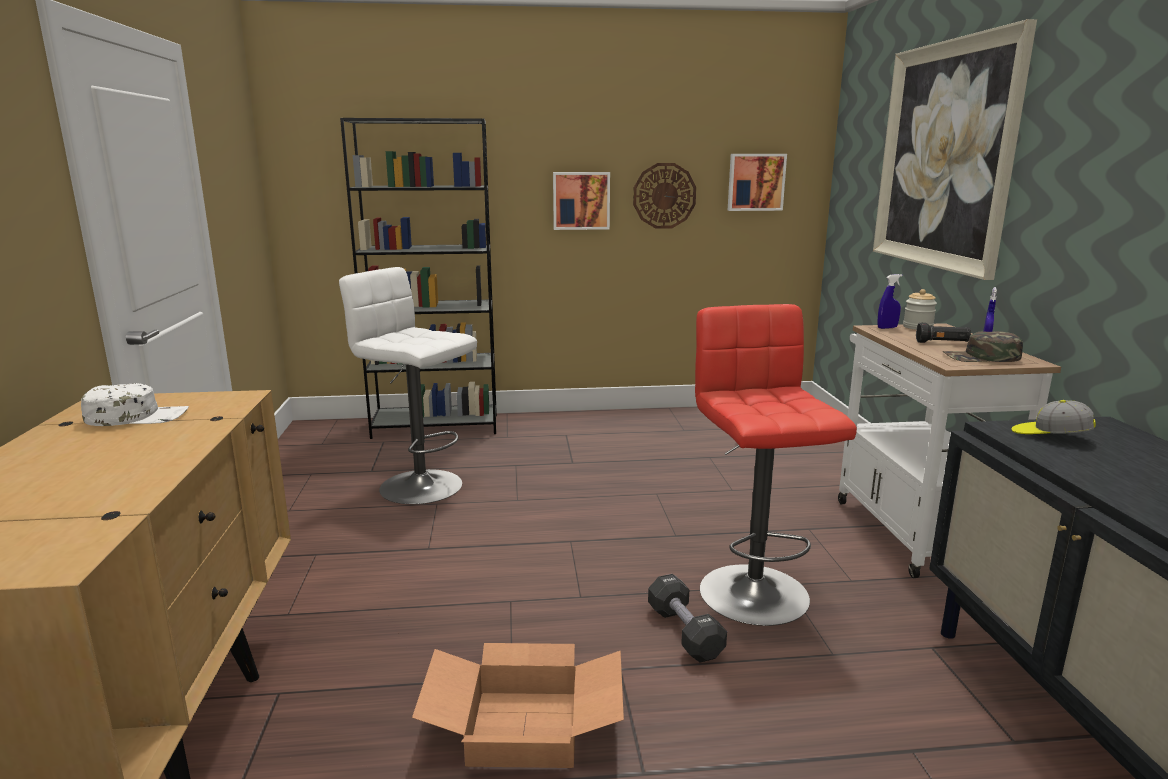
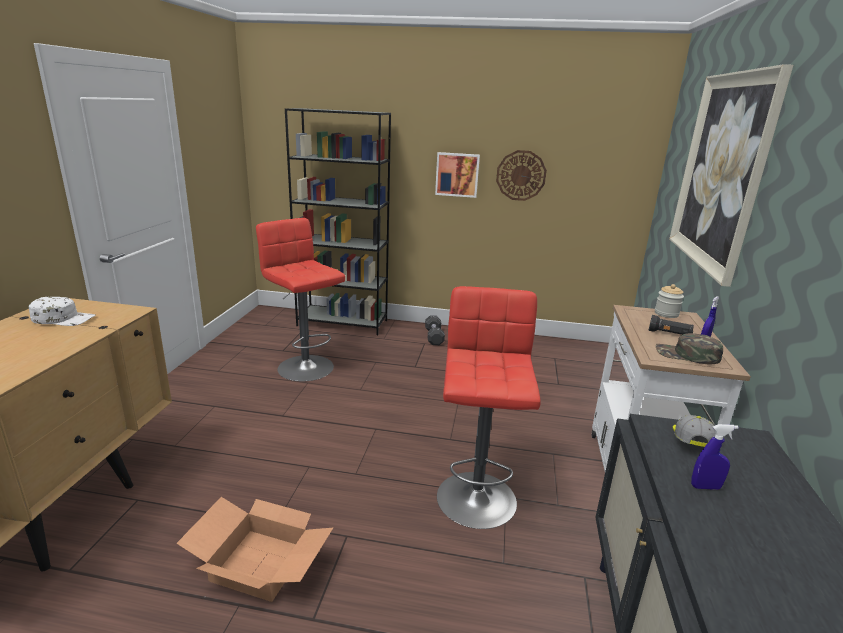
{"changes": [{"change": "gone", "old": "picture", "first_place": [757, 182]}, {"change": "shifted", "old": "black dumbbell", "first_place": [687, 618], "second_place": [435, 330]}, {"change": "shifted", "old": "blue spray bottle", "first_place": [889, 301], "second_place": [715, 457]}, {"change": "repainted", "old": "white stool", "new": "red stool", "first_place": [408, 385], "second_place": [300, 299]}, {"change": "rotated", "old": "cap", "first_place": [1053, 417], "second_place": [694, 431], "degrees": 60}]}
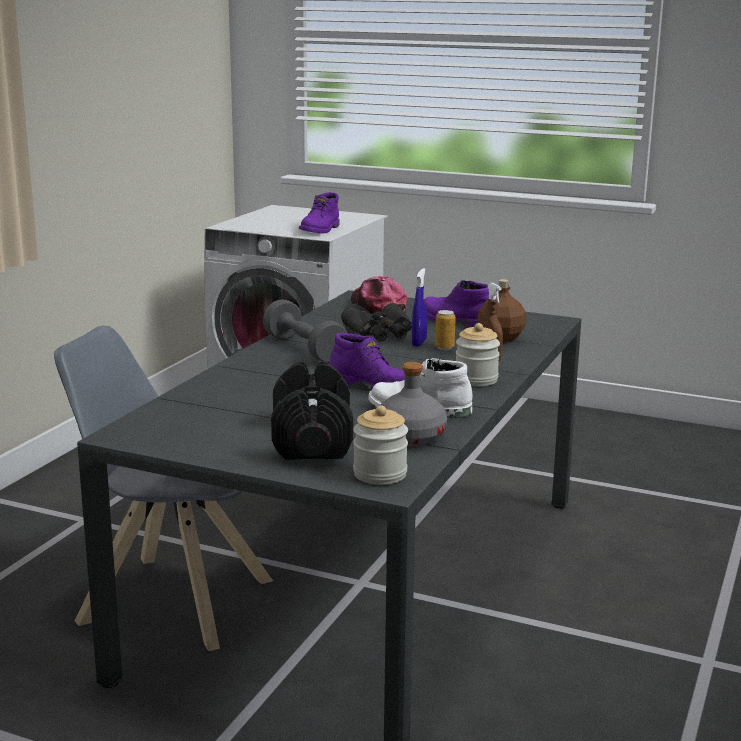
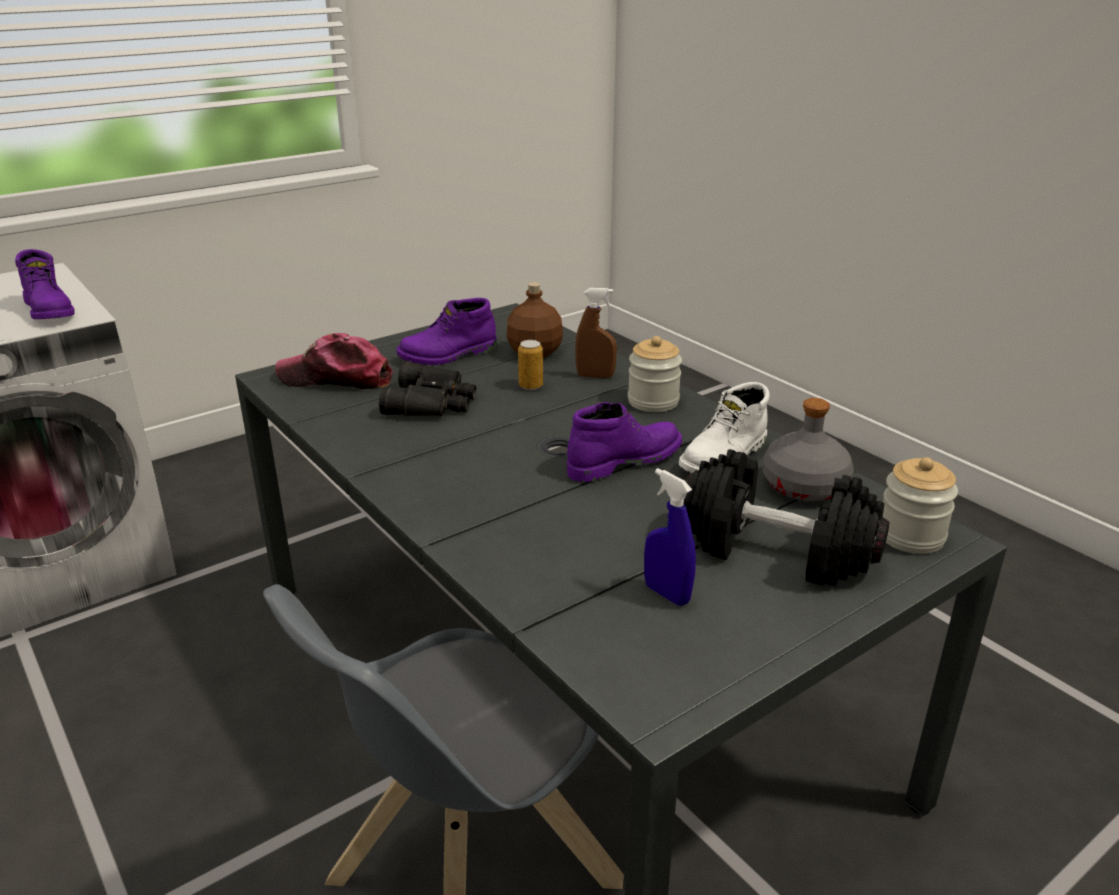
{"changes": [{"change": "gone", "old": "grey dumbbell", "first_place": [305, 331]}, {"change": "shifted", "old": "blue spray bottle", "first_place": [419, 307], "second_place": [670, 537]}]}
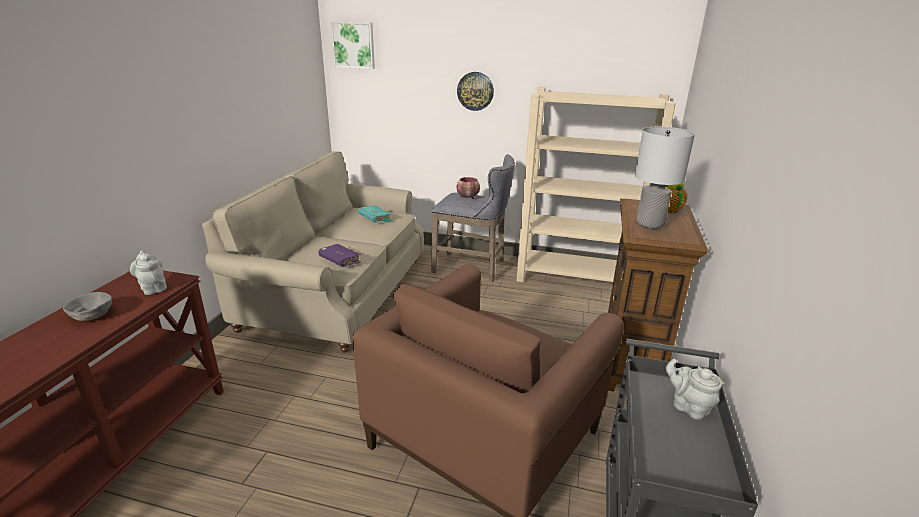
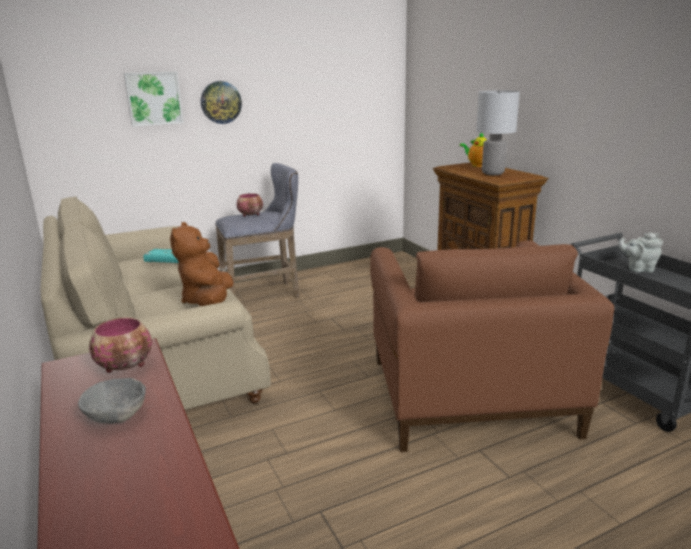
{"changes": [{"change": "gone", "old": "beige bookcase", "first_place": [596, 184]}, {"change": "shifted", "old": "picture", "first_place": [353, 45], "second_place": [154, 99]}, {"change": "swapped", "old": "grey teapot", "new": "bowl", "first_place": [148, 272], "second_place": [120, 345]}, {"change": "swapped", "old": "purple book", "new": "brown plush toy", "first_place": [339, 255], "second_place": [202, 264]}]}
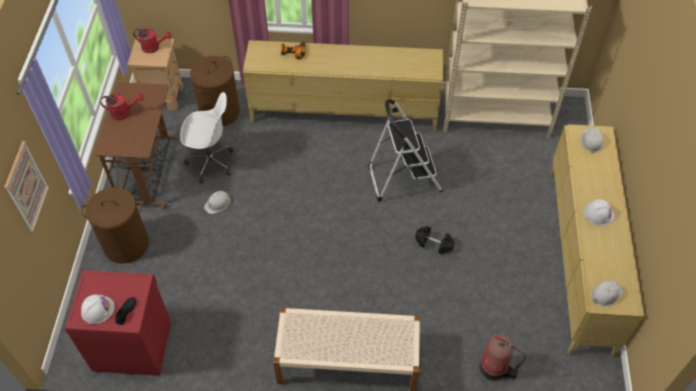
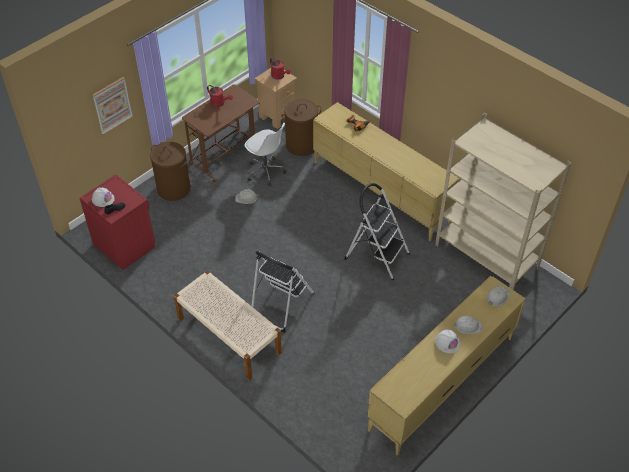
{"changes": [{"change": "gone", "old": "black dumbbell", "first_place": [435, 240]}, {"change": "gone", "old": "fire extinguisher", "first_place": [502, 357]}, {"change": "new", "new": "step ladder", "second_place": [282, 292]}, {"change": "shifted", "old": "white hard hat", "first_place": [607, 294], "second_place": [467, 325]}]}
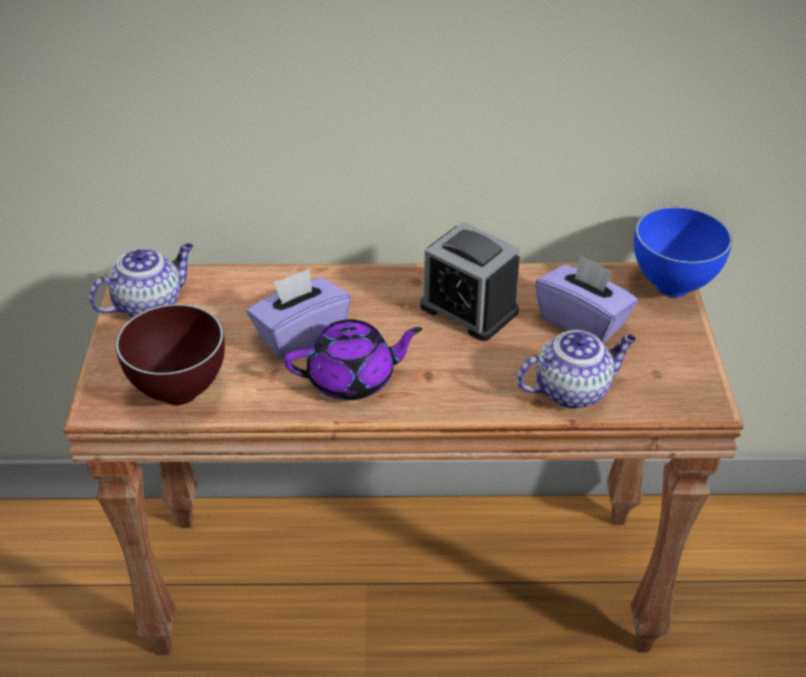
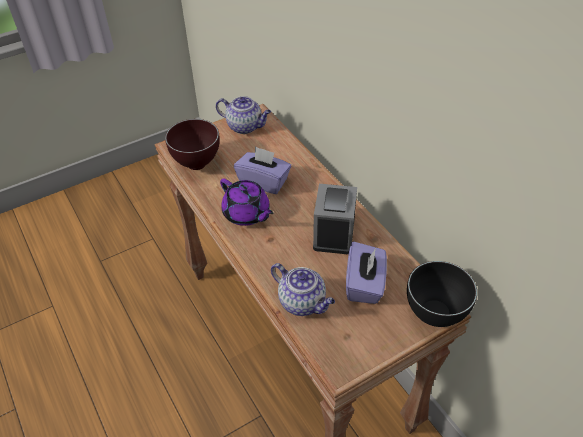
{"changes": [{"change": "repainted", "old": "blue bowl", "new": "black bowl", "first_place": [683, 252], "second_place": [442, 294]}]}
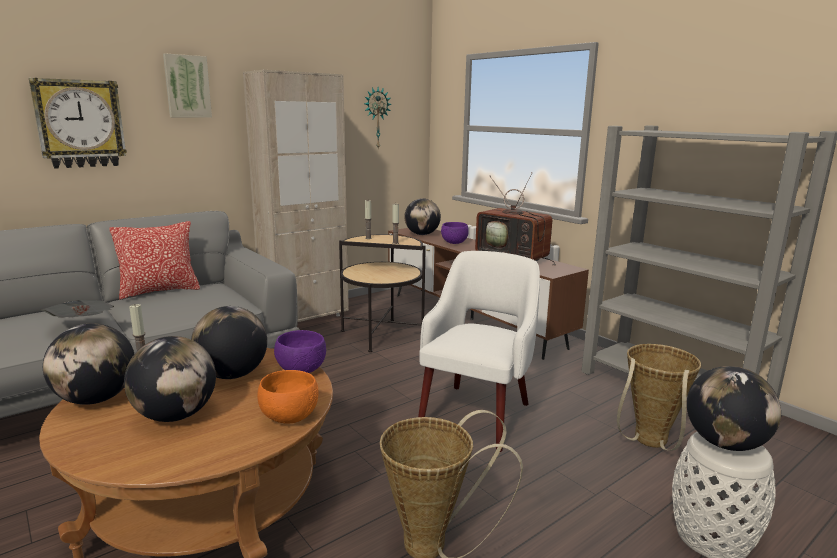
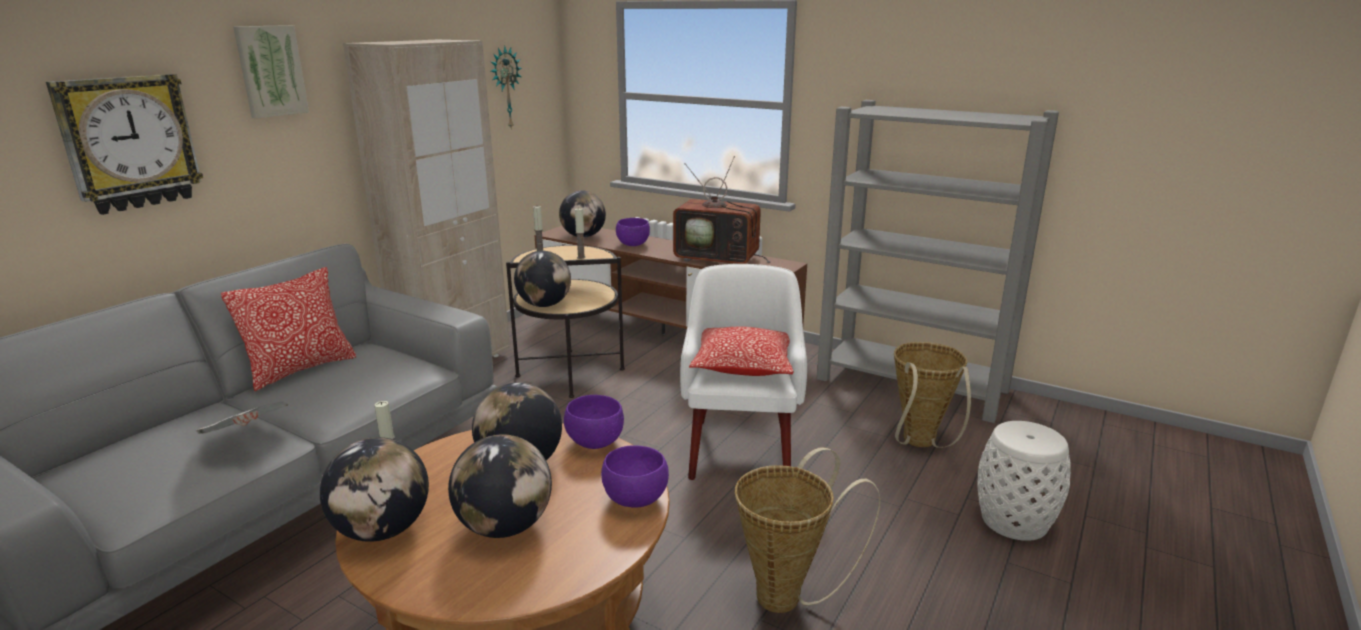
{"changes": [{"change": "new", "new": "pillow", "second_place": [741, 351]}, {"change": "shifted", "old": "globe", "first_place": [734, 408], "second_place": [542, 279]}, {"change": "repainted", "old": "orange bowl", "new": "purple bowl", "first_place": [288, 397], "second_place": [635, 476]}]}
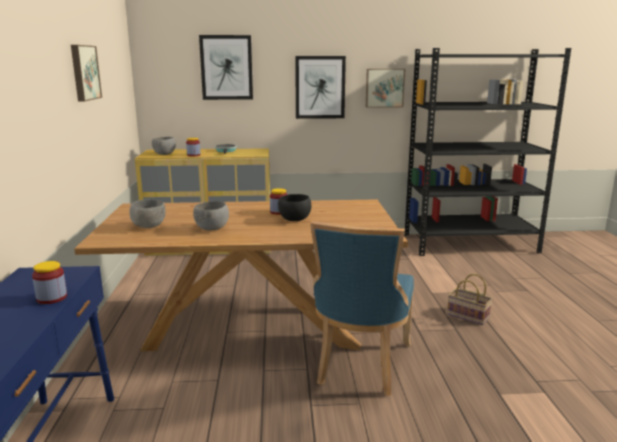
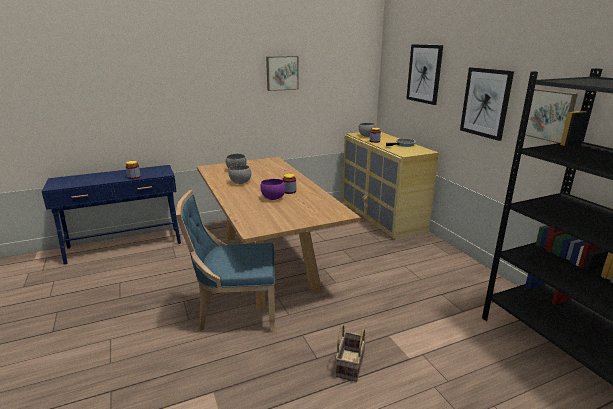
{"changes": [{"change": "repainted", "old": "black bowl", "new": "purple bowl", "first_place": [294, 207], "second_place": [273, 189]}]}
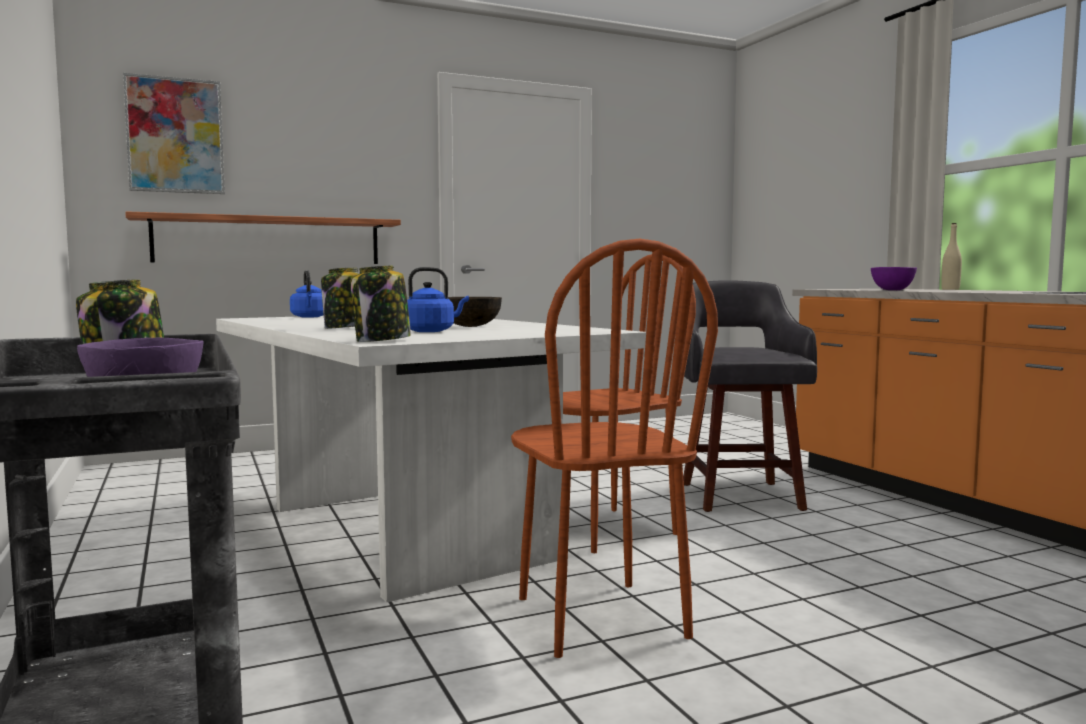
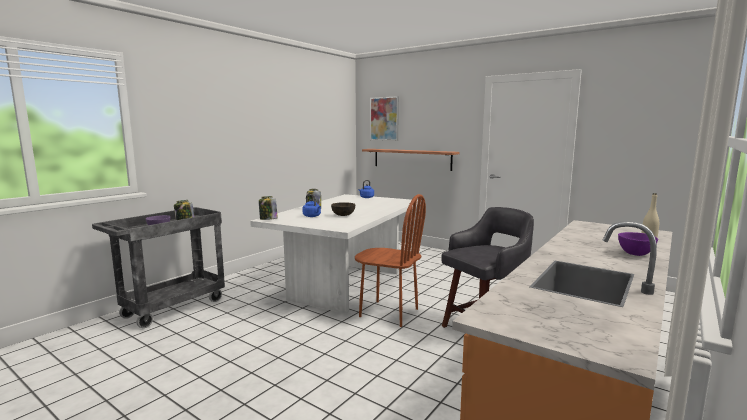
{"changes": [{"change": "gone", "old": "brown chair", "first_place": [614, 448]}, {"change": "shifted", "old": "purple bowl", "first_place": [894, 278], "second_place": [638, 244]}]}
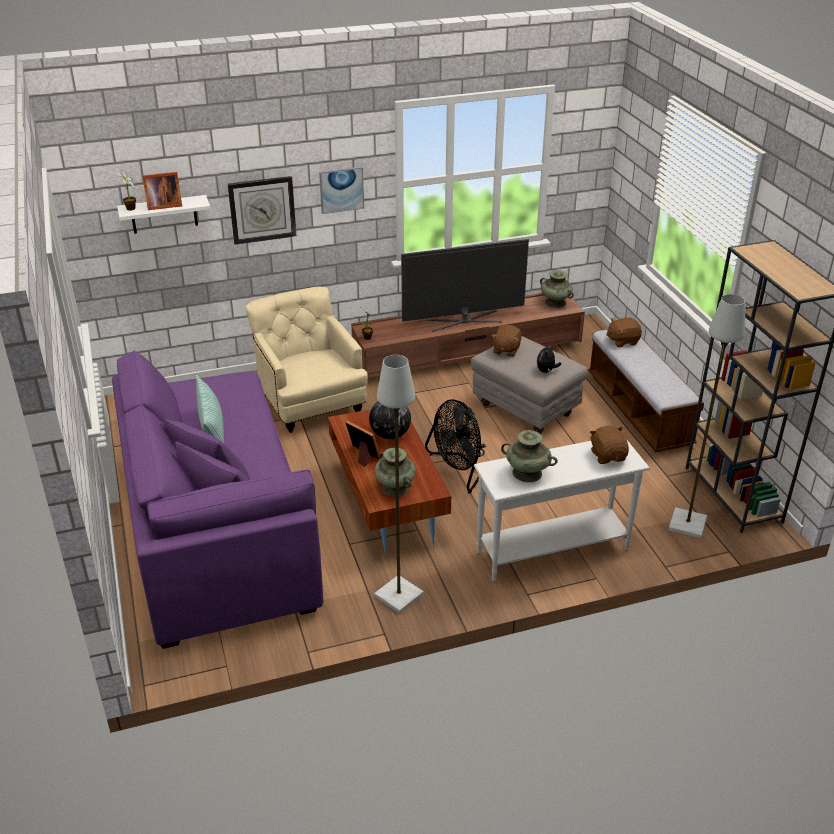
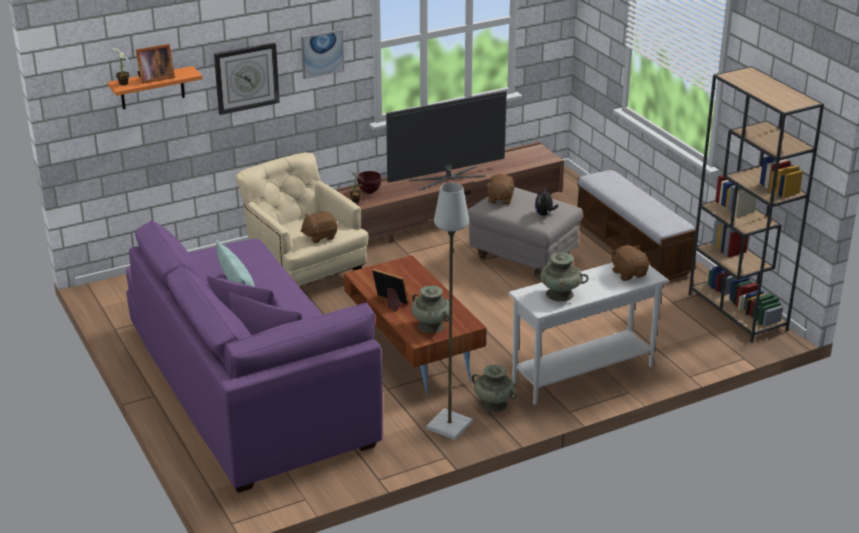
{"changes": [{"change": "gone", "old": "globe", "first_place": [390, 420]}, {"change": "gone", "old": "black fan", "first_place": [456, 446]}, {"change": "gone", "old": "grey floor lamp", "first_place": [707, 416]}, {"change": "new", "new": "brown bowl", "second_place": [369, 182]}, {"change": "shifted", "old": "turquoise vase", "first_place": [557, 289], "second_place": [494, 388]}, {"change": "shifted", "old": "brown plush toy", "first_place": [624, 332], "second_place": [319, 227]}, {"change": "repainted", "old": "white shelf", "new": "orange shelf", "first_place": [163, 214], "second_place": [155, 87]}]}
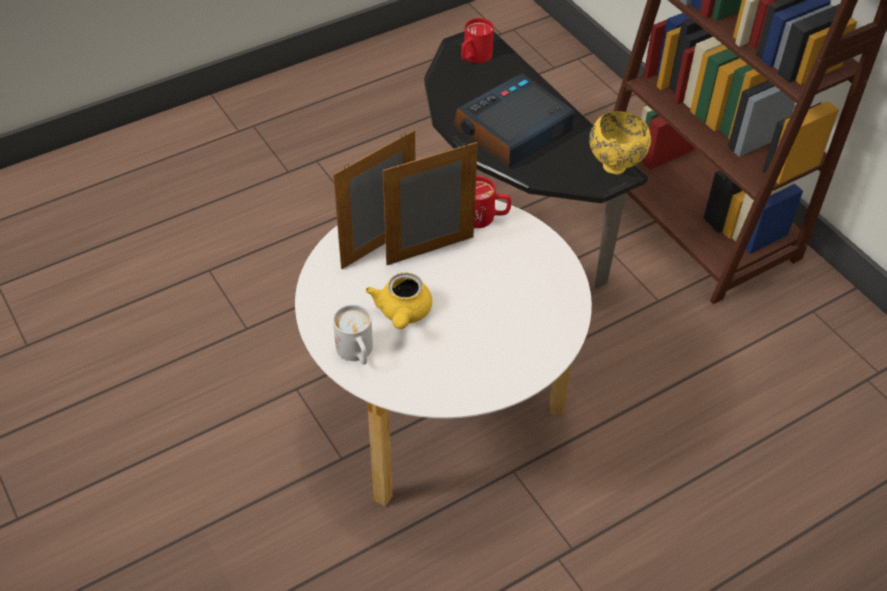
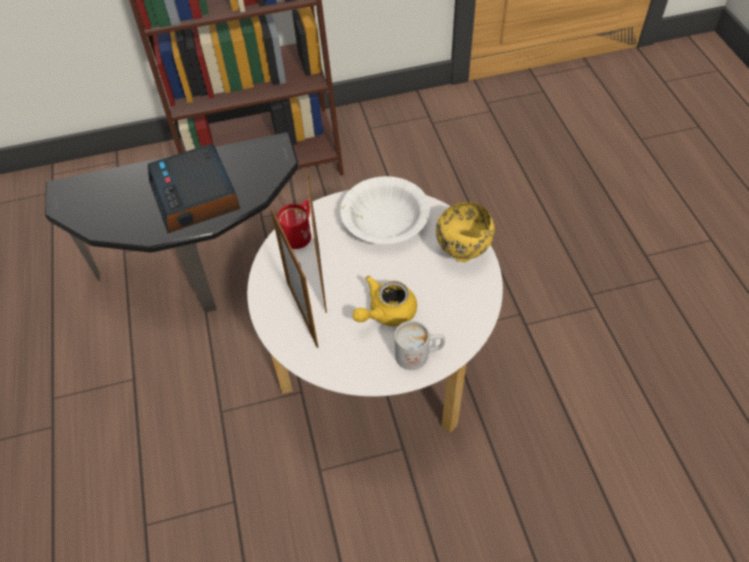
{"changes": [{"change": "gone", "old": "red mug", "first_place": [477, 40]}, {"change": "new", "new": "white bowl", "second_place": [385, 210]}, {"change": "shifted", "old": "yellow bowl", "first_place": [620, 143], "second_place": [465, 232]}, {"change": "rotated", "old": "yellow teapot", "first_place": [398, 300], "second_place": [385, 301], "degrees": 120}]}
